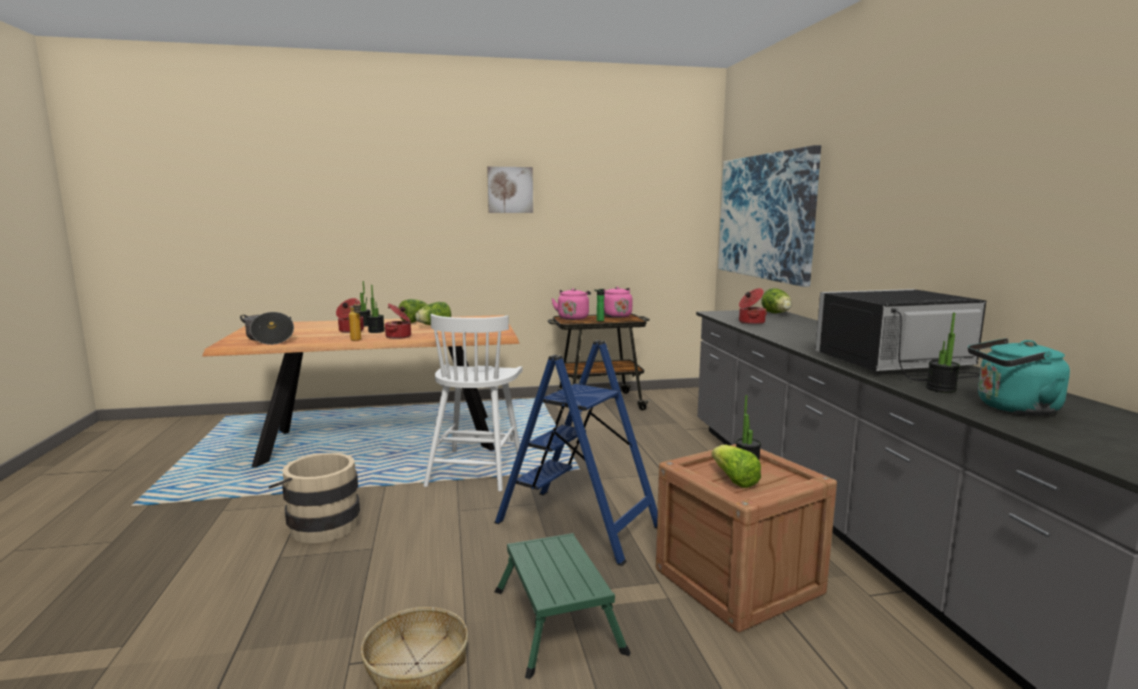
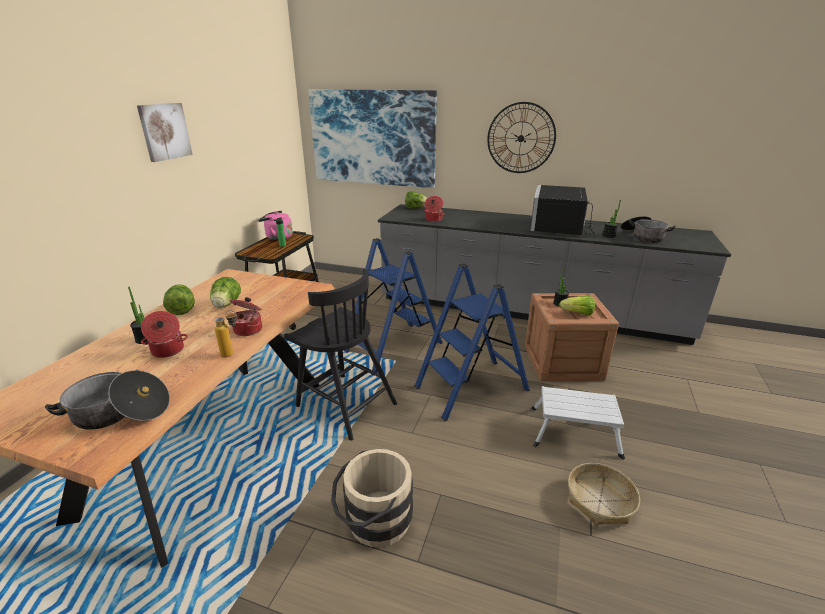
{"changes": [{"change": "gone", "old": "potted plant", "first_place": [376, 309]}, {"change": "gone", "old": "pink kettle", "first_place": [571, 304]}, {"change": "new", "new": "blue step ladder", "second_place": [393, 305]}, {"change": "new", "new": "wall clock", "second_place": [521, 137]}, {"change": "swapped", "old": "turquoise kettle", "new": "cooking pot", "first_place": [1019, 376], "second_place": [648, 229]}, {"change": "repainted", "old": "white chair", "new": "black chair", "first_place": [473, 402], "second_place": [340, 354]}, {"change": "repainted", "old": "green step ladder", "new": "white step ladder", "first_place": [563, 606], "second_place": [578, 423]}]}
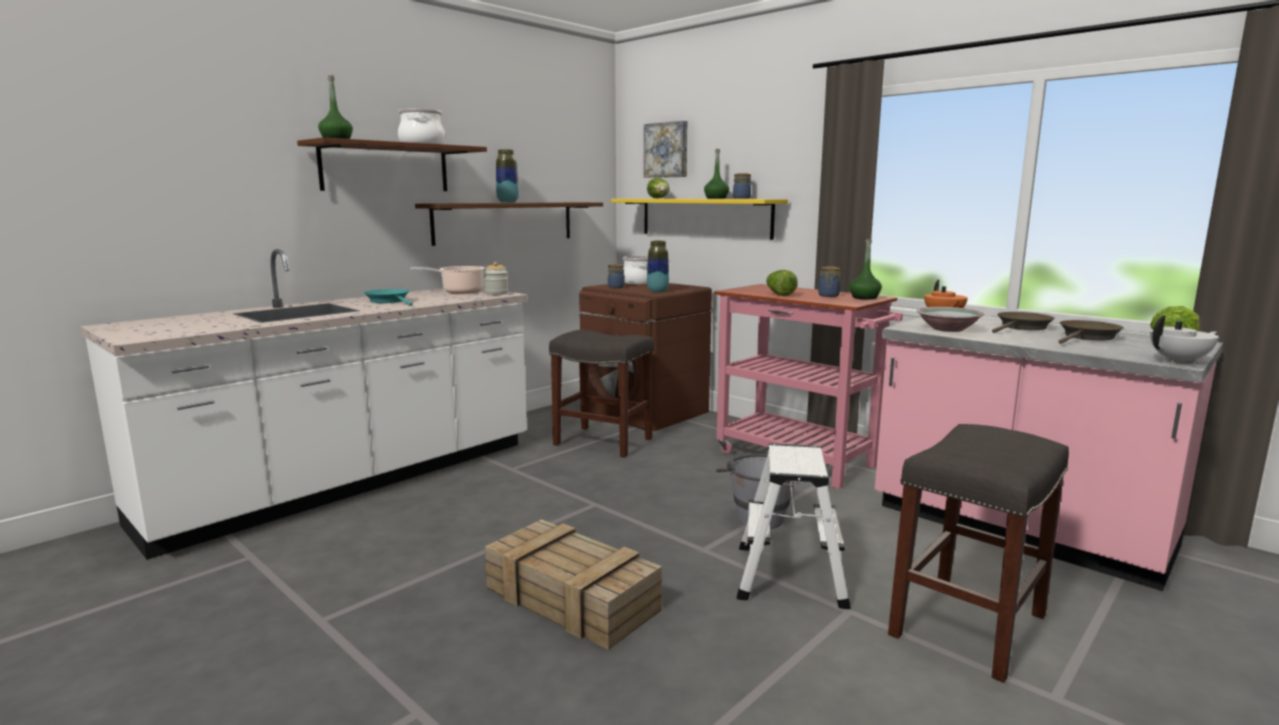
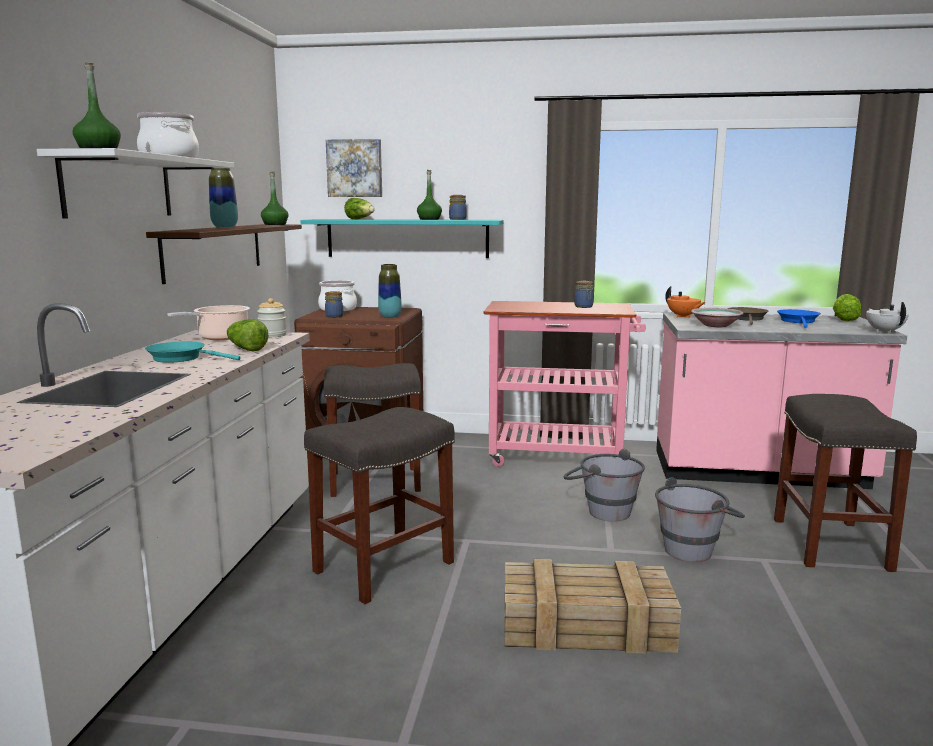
{"changes": [{"change": "new", "new": "grey stool", "second_place": [379, 505]}, {"change": "shifted", "old": "lettuce", "first_place": [782, 283], "second_place": [247, 335]}, {"change": "shifted", "old": "green bottle", "first_place": [865, 268], "second_place": [275, 198]}, {"change": "swapped", "old": "white step ladder", "new": "grey bucket", "first_place": [793, 526], "second_place": [700, 519]}, {"change": "repainted", "old": "brown shelf", "new": "white shelf", "first_place": [392, 164], "second_place": [135, 183]}, {"change": "repainted", "old": "yellow shelf", "new": "turquoise shelf", "first_place": [699, 219], "second_place": [401, 238]}, {"change": "repainted", "old": "brown frying pan", "new": "blue frying pan", "first_place": [1091, 332], "second_place": [799, 318]}, {"change": "rotated", "old": "white teapot", "first_place": [1184, 340], "second_place": [887, 318], "degrees": -45}]}
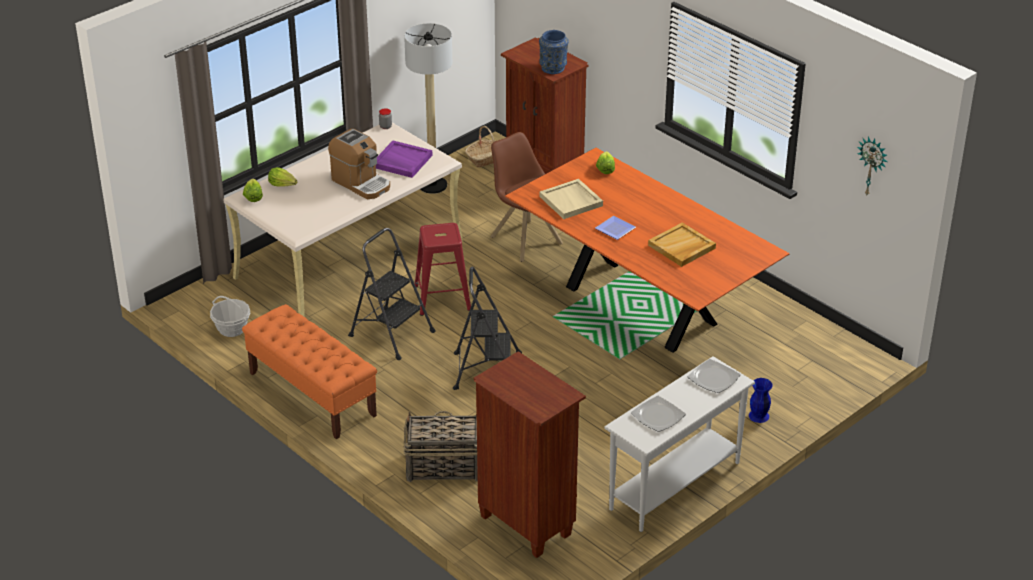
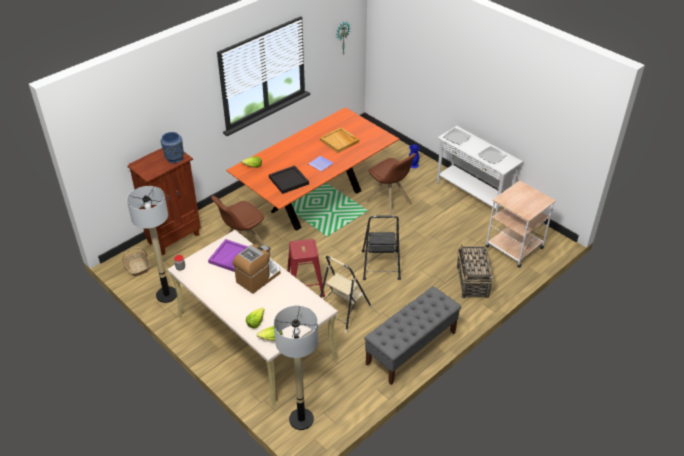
{"changes": [{"change": "gone", "old": "basket", "first_place": [230, 316]}, {"change": "new", "new": "floor lamp", "second_place": [296, 367]}, {"change": "new", "new": "brown chair", "second_place": [391, 184]}, {"change": "swapped", "old": "brown cabinet", "new": "beige cart", "first_place": [530, 454], "second_place": [520, 224]}, {"change": "repainted", "old": "orange bench", "new": "grey bench", "first_place": [309, 372], "second_place": [412, 335]}, {"change": "repainted", "old": "black step ladder", "new": "beige step ladder", "first_place": [392, 294], "second_place": [346, 294]}, {"change": "repainted", "old": "beige tray", "new": "black tray", "first_place": [571, 199], "second_place": [289, 180]}]}
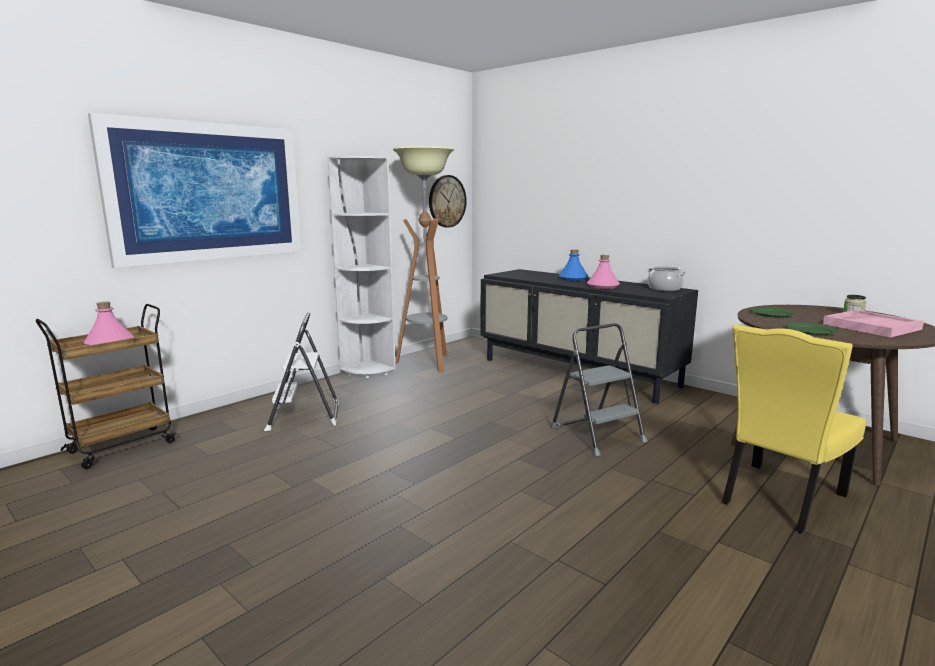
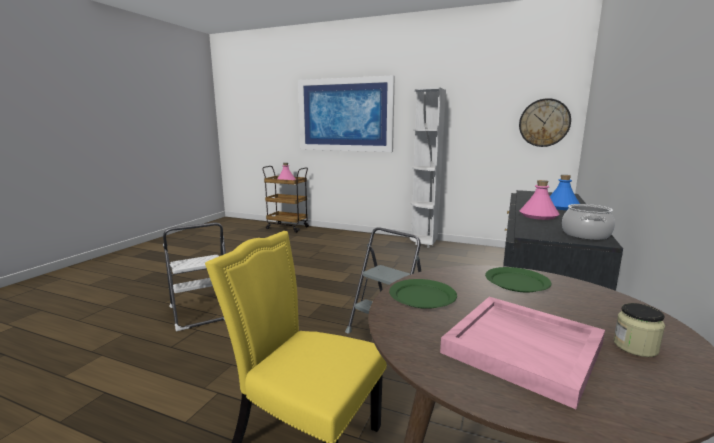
{"changes": [{"change": "gone", "old": "floor lamp", "first_place": [423, 259]}, {"change": "shifted", "old": "white step ladder", "first_place": [301, 371], "second_place": [194, 277]}]}
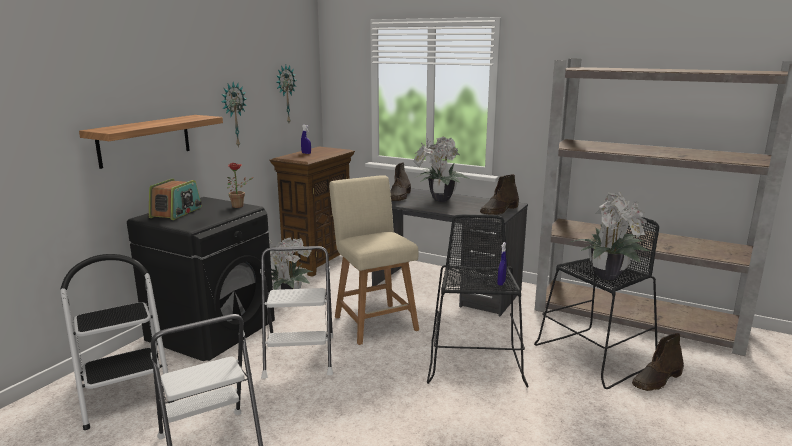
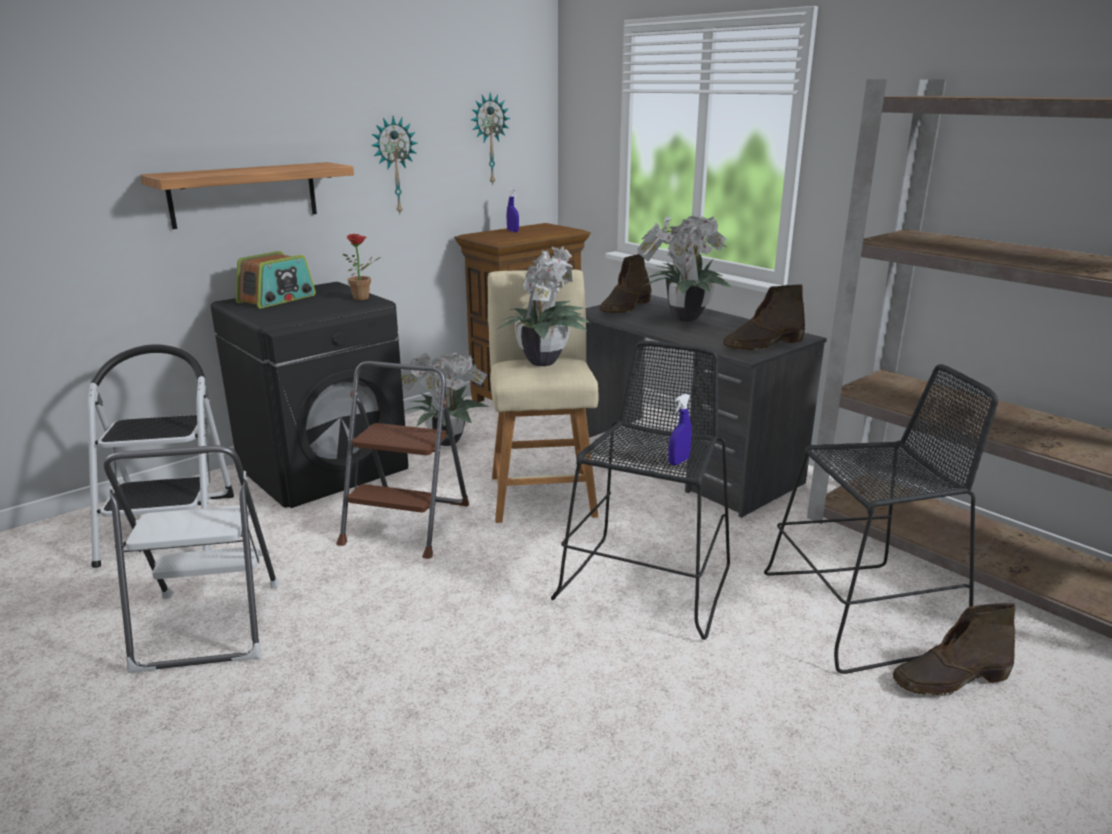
{"changes": [{"change": "shifted", "old": "potted plant", "first_place": [610, 236], "second_place": [543, 306]}, {"change": "repainted", "old": "white step ladder", "new": "brown step ladder", "first_place": [296, 312], "second_place": [402, 460]}]}
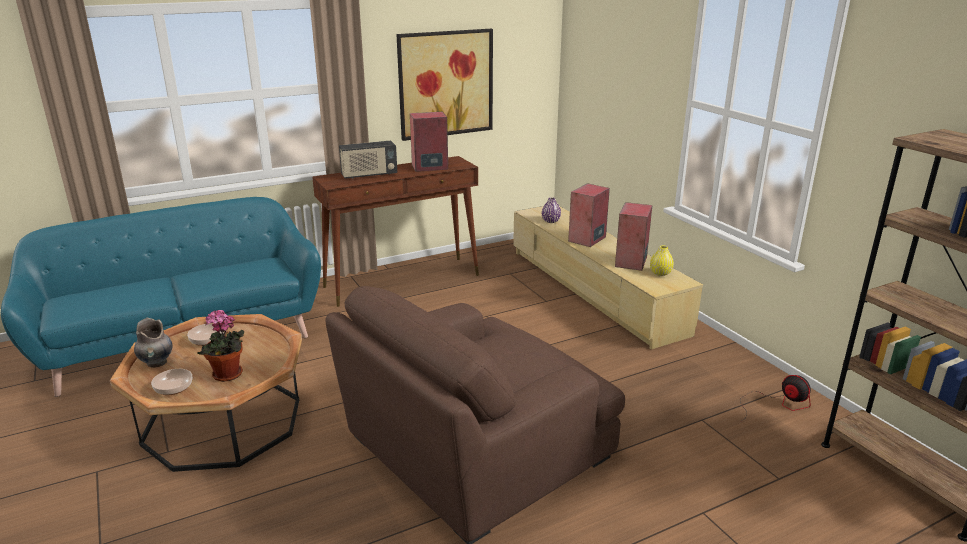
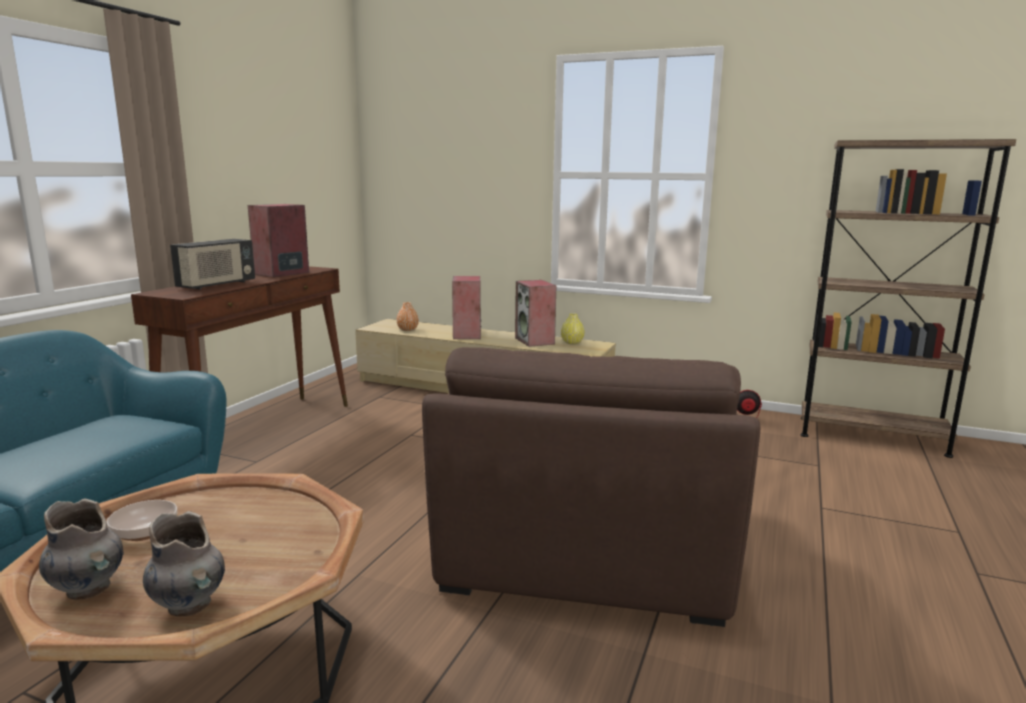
{"changes": [{"change": "gone", "old": "potted plant", "first_place": [220, 346]}, {"change": "gone", "old": "picture", "first_place": [444, 85]}, {"change": "swapped", "old": "bowl", "new": "grey vase", "first_place": [171, 382], "second_place": [184, 564]}, {"change": "repainted", "old": "purple vase", "new": "orange vase", "first_place": [551, 210], "second_place": [407, 316]}]}
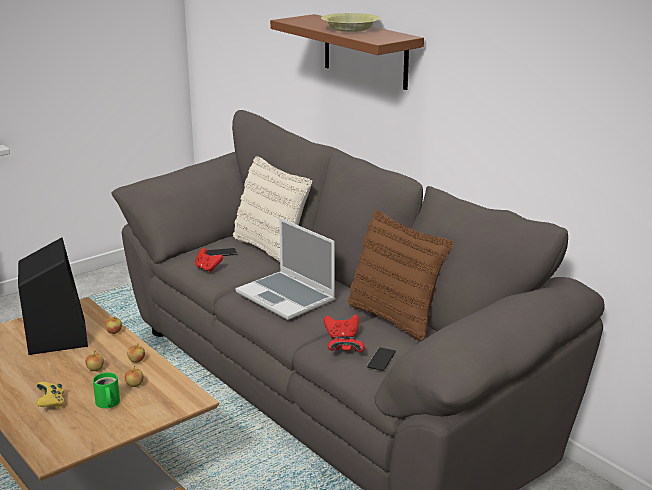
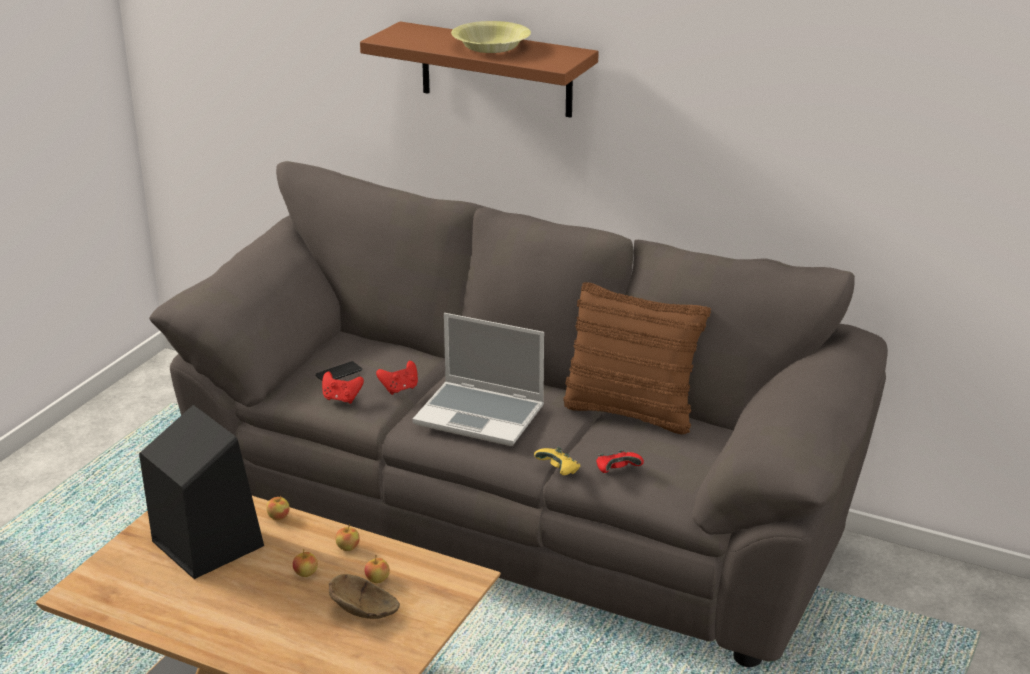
{"changes": [{"change": "gone", "old": "beige pillow", "first_place": [272, 209]}, {"change": "gone", "old": "phone", "first_place": [381, 359]}, {"change": "shifted", "old": "yellow game controller", "first_place": [50, 395], "second_place": [557, 461]}, {"change": "shifted", "old": "red game controller", "first_place": [341, 326], "second_place": [397, 378]}, {"change": "swapped", "old": "green mug", "new": "brown bowl", "first_place": [106, 390], "second_place": [364, 596]}]}
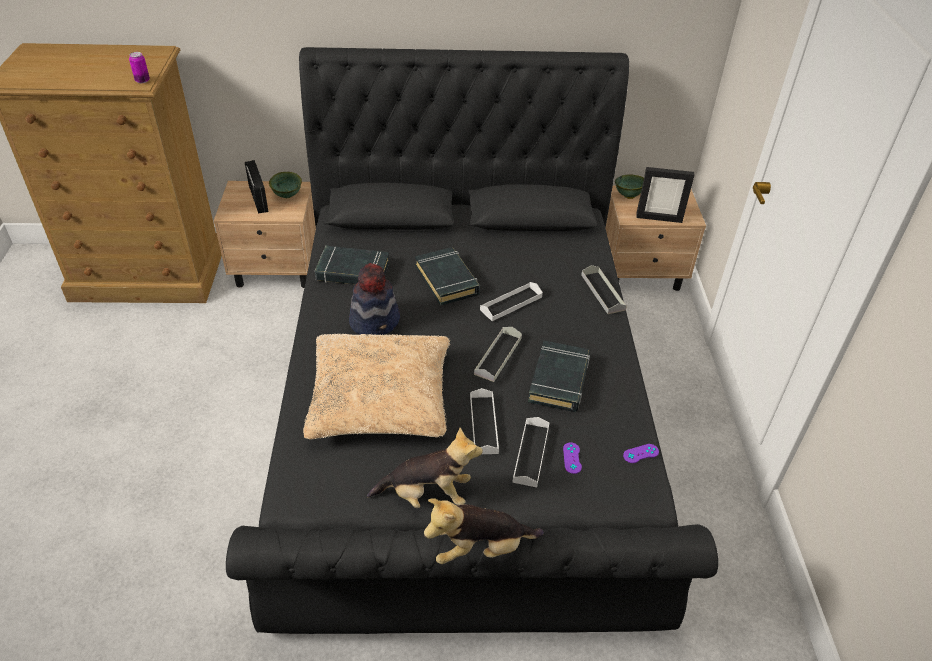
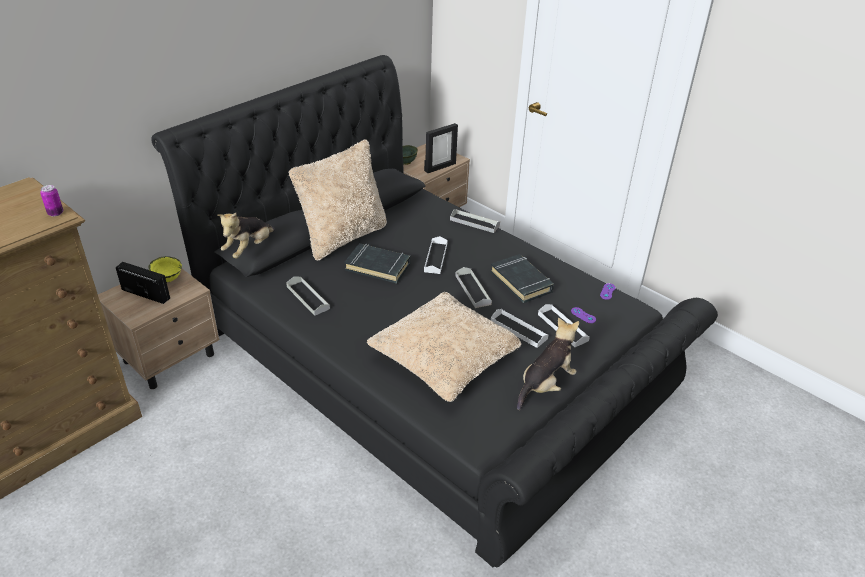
{"changes": [{"change": "gone", "old": "hat", "first_place": [374, 299]}, {"change": "new", "new": "beige pillow", "second_place": [338, 200]}, {"change": "shifted", "old": "plush toy", "first_place": [484, 531], "second_place": [246, 235]}, {"change": "swapped", "old": "black book", "new": "grey tray", "first_place": [352, 265], "second_place": [308, 296]}, {"change": "repainted", "old": "green bowl", "new": "yellow bowl", "first_place": [285, 185], "second_place": [165, 269]}]}
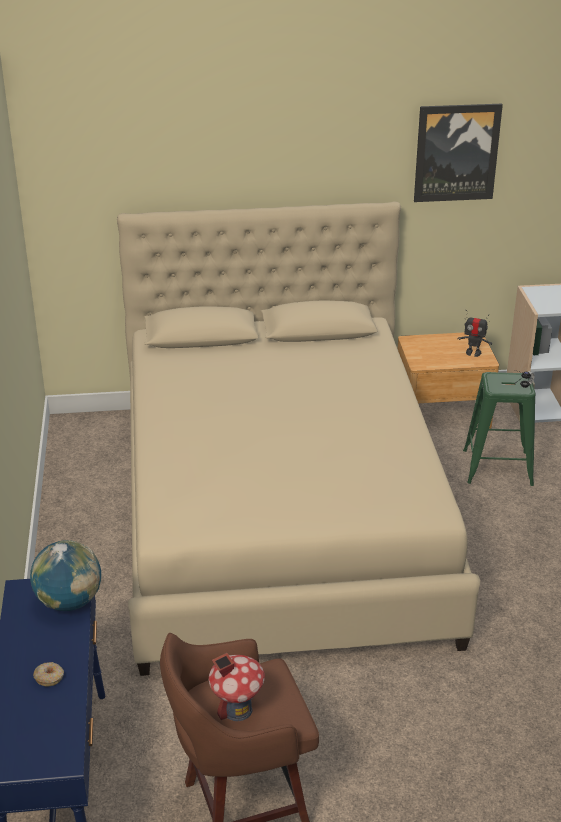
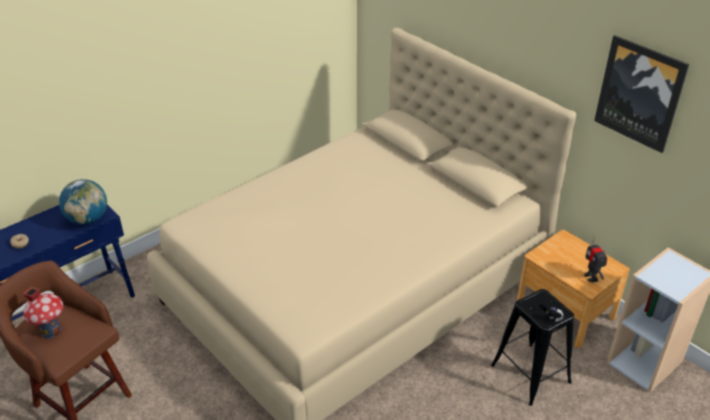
{"changes": [{"change": "repainted", "old": "green stool", "new": "black stool", "first_place": [499, 429], "second_place": [532, 347]}]}
